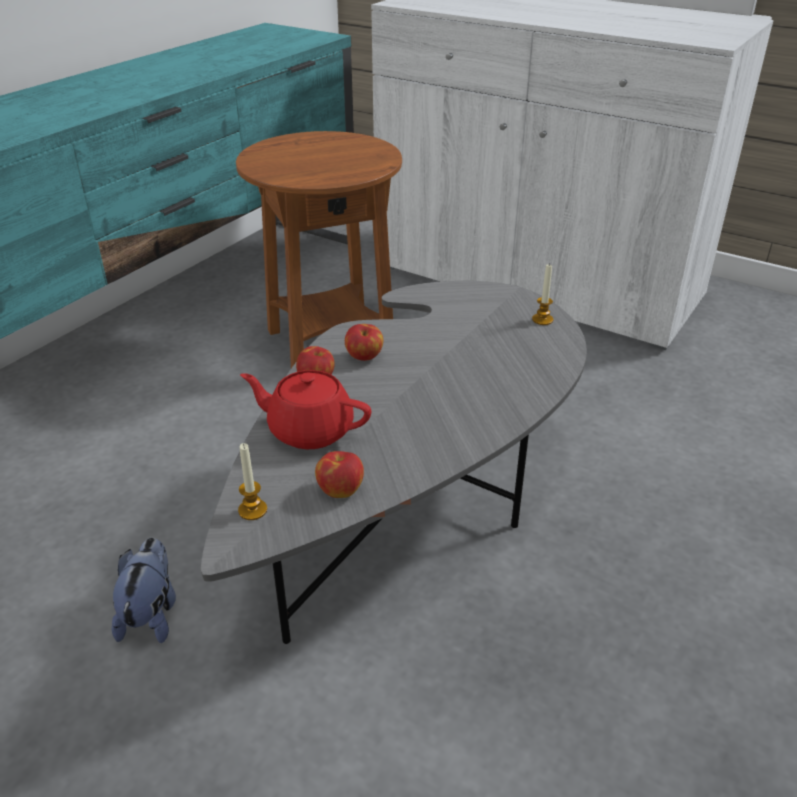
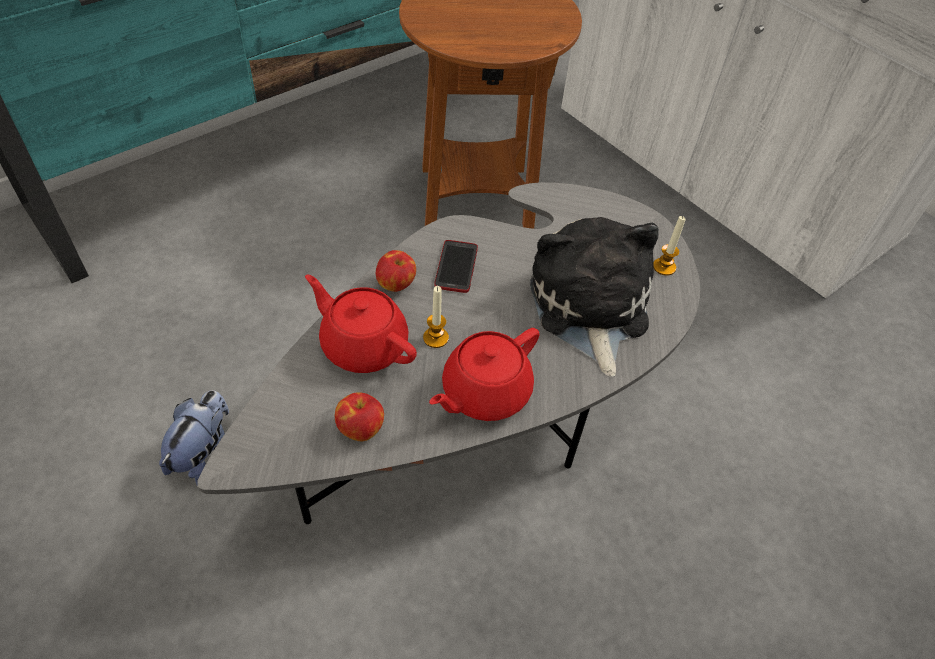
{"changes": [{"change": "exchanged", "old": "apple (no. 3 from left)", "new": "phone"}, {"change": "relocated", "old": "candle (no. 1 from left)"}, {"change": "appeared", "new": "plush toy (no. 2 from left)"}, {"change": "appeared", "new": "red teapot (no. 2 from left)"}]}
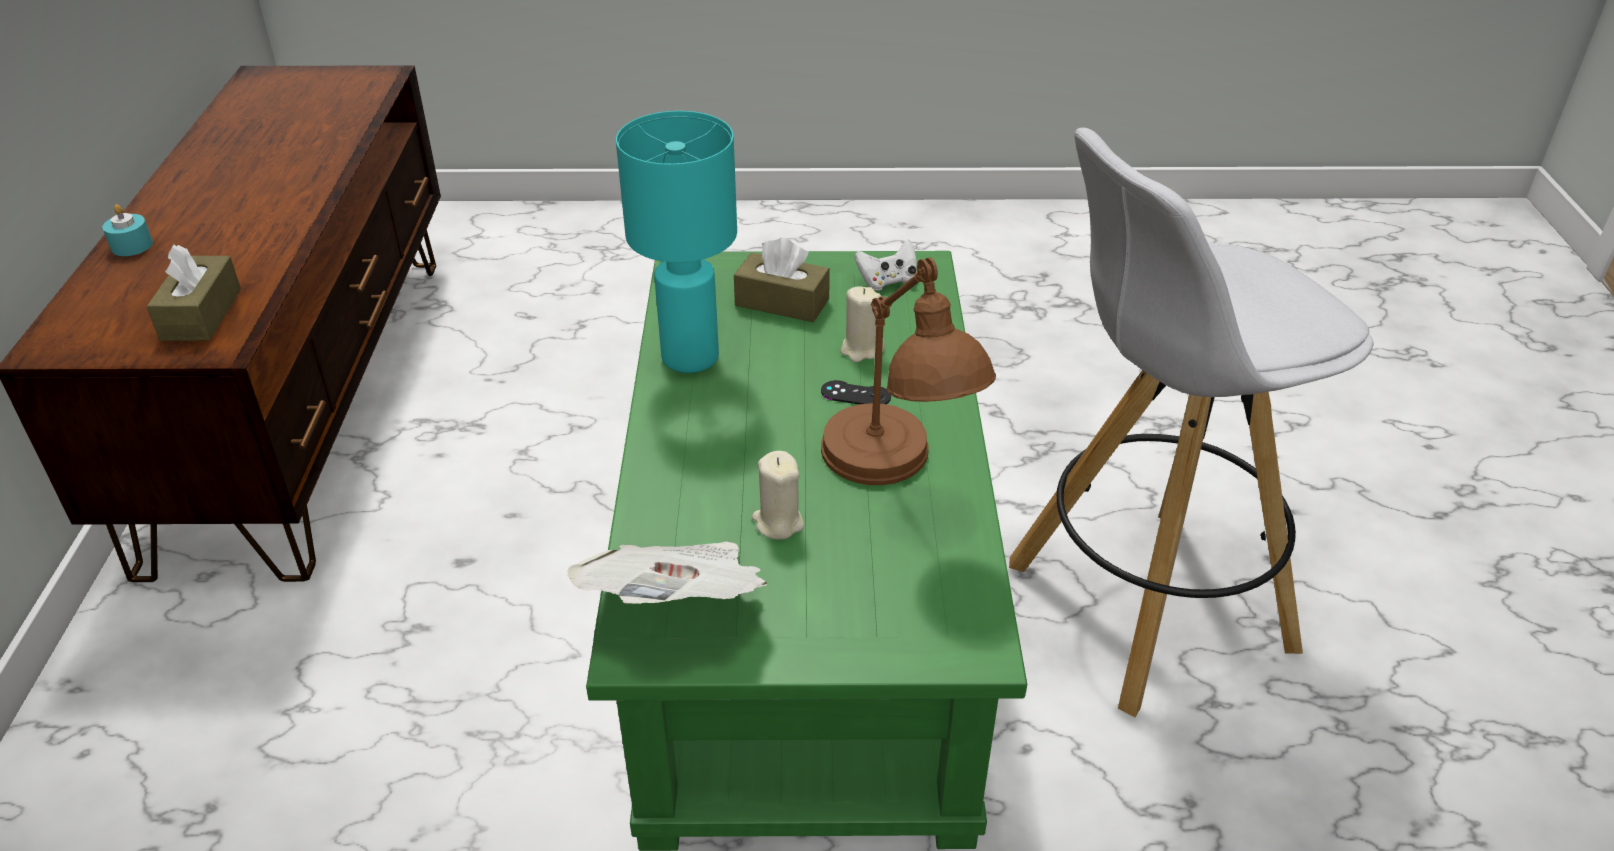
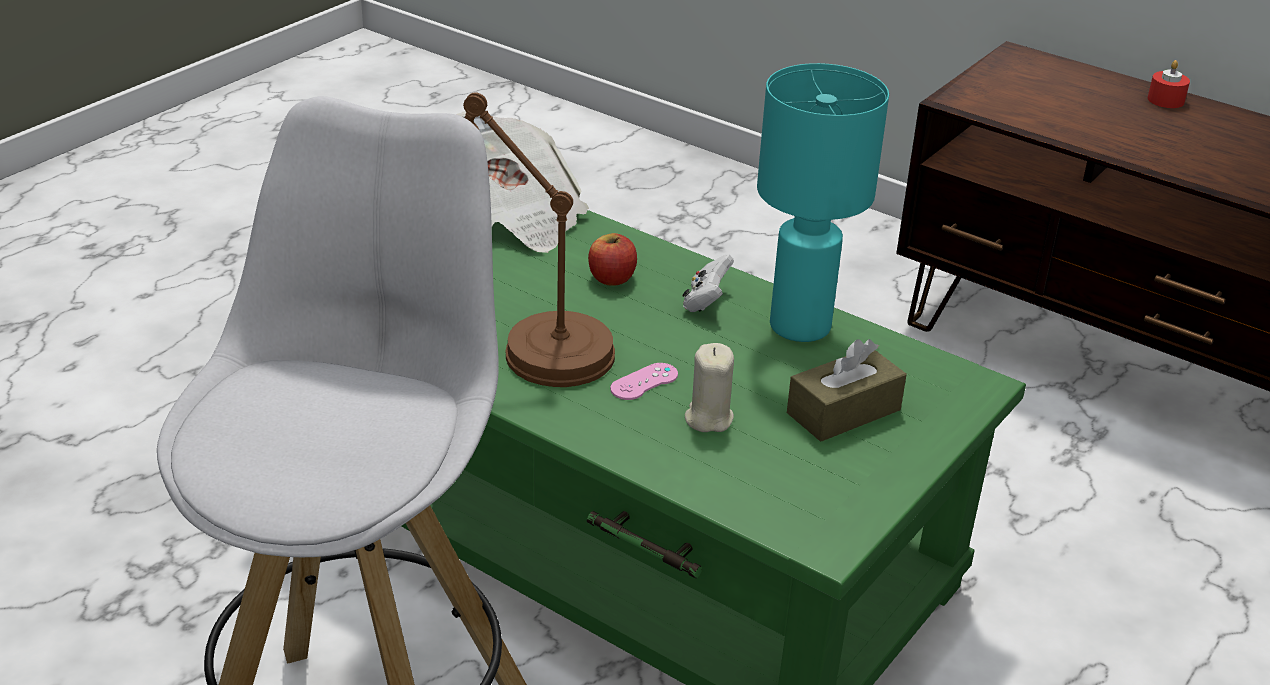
{"changes": [{"change": "colour", "old": "turquoise candle", "new": "red candle"}, {"change": "relocated", "old": "white game controller"}, {"change": "missing", "old": "brown tissue box (no. 1 from left)"}, {"change": "colour", "old": "black game controller", "new": "pink game controller"}, {"change": "missing", "old": "beige candle (no. 1 from left)"}, {"change": "appeared", "new": "apple"}]}
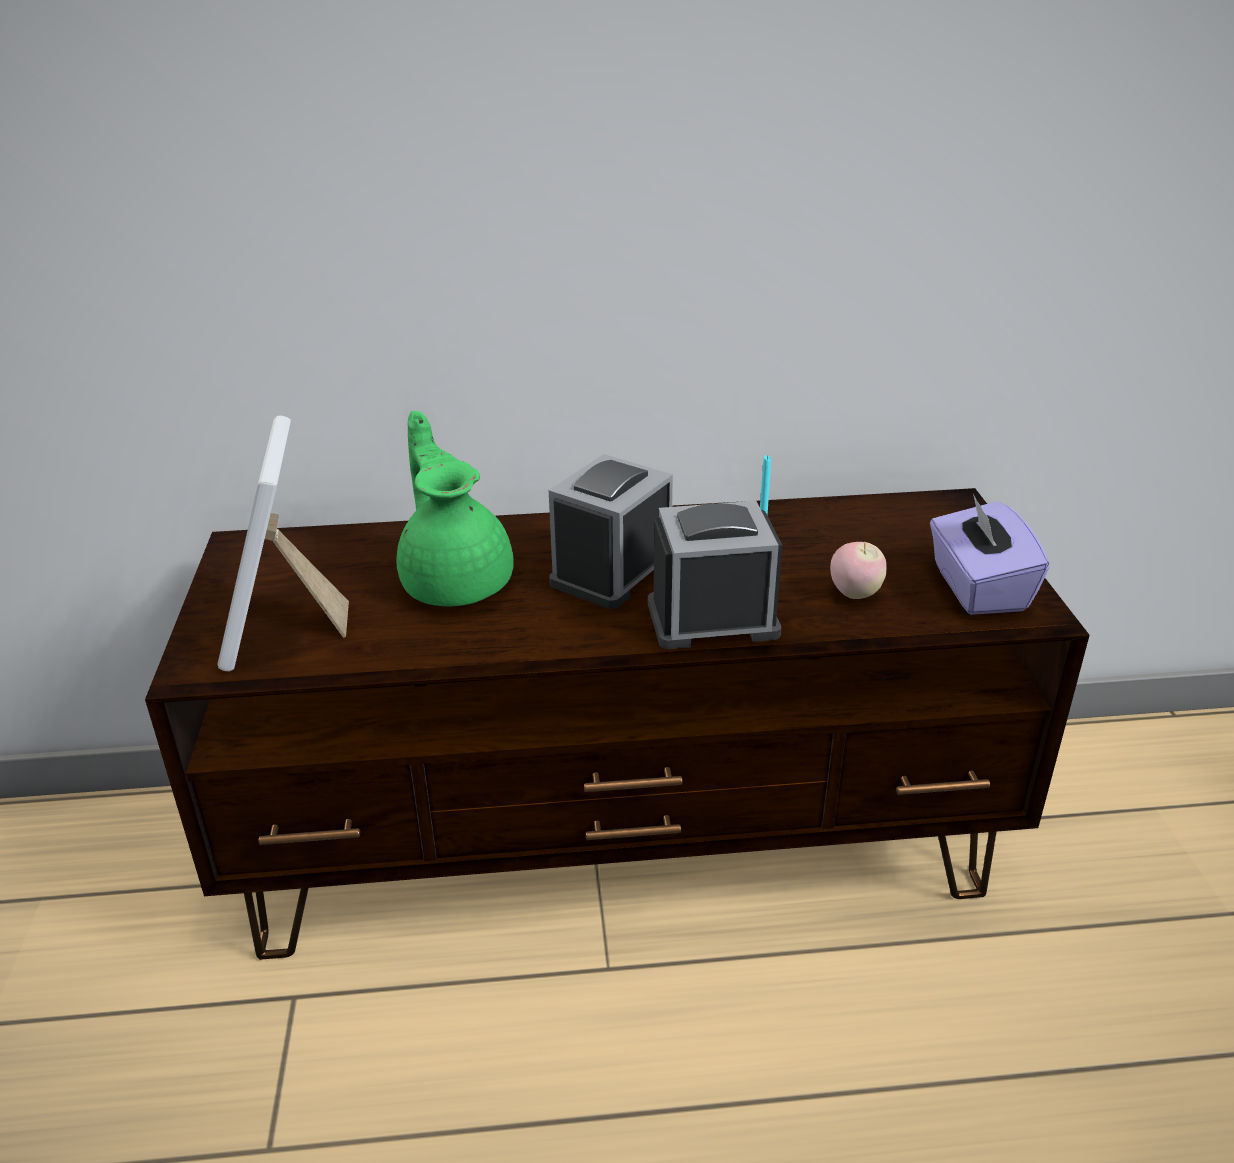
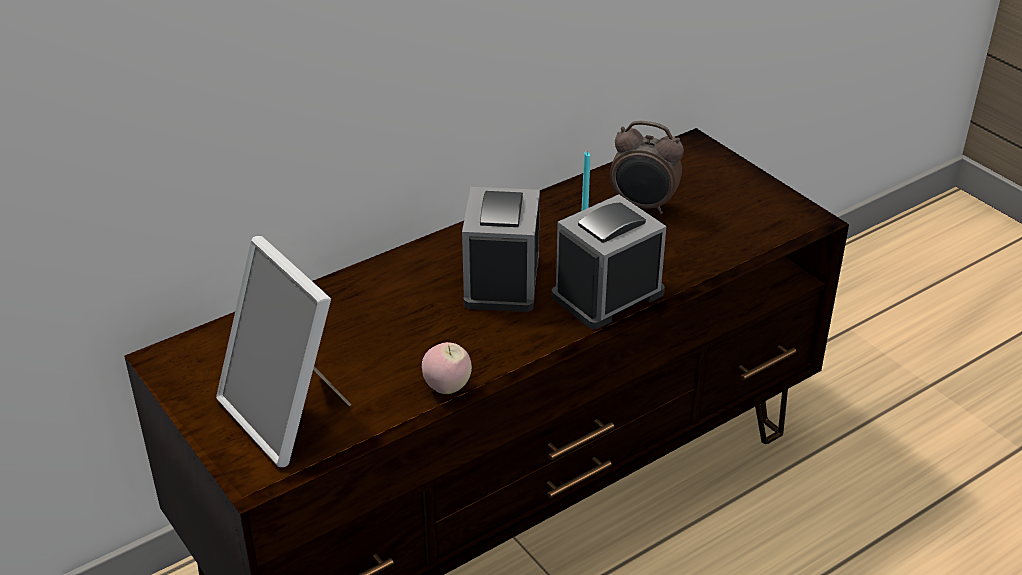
{"changes": [{"change": "missing", "old": "green teapot"}, {"change": "missing", "old": "purple tissue box"}, {"change": "relocated", "old": "apple"}, {"change": "appeared", "new": "alarm clock (no. 3 from left)"}]}
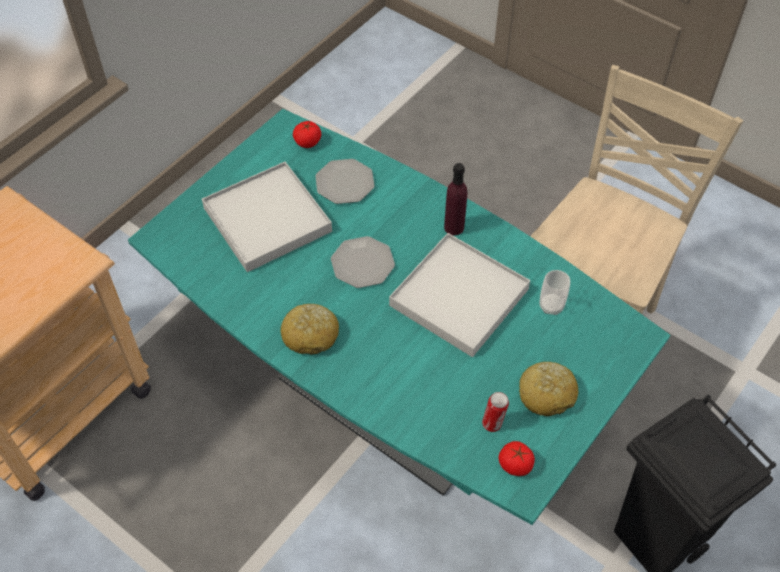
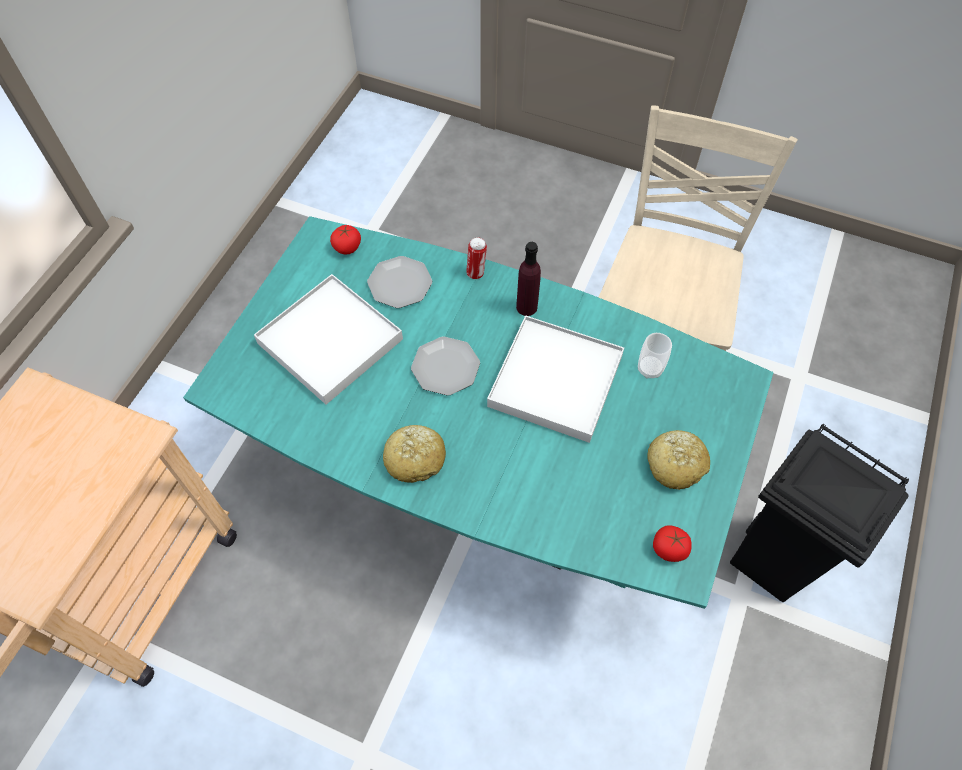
{"changes": [{"change": "relocated", "old": "can"}]}
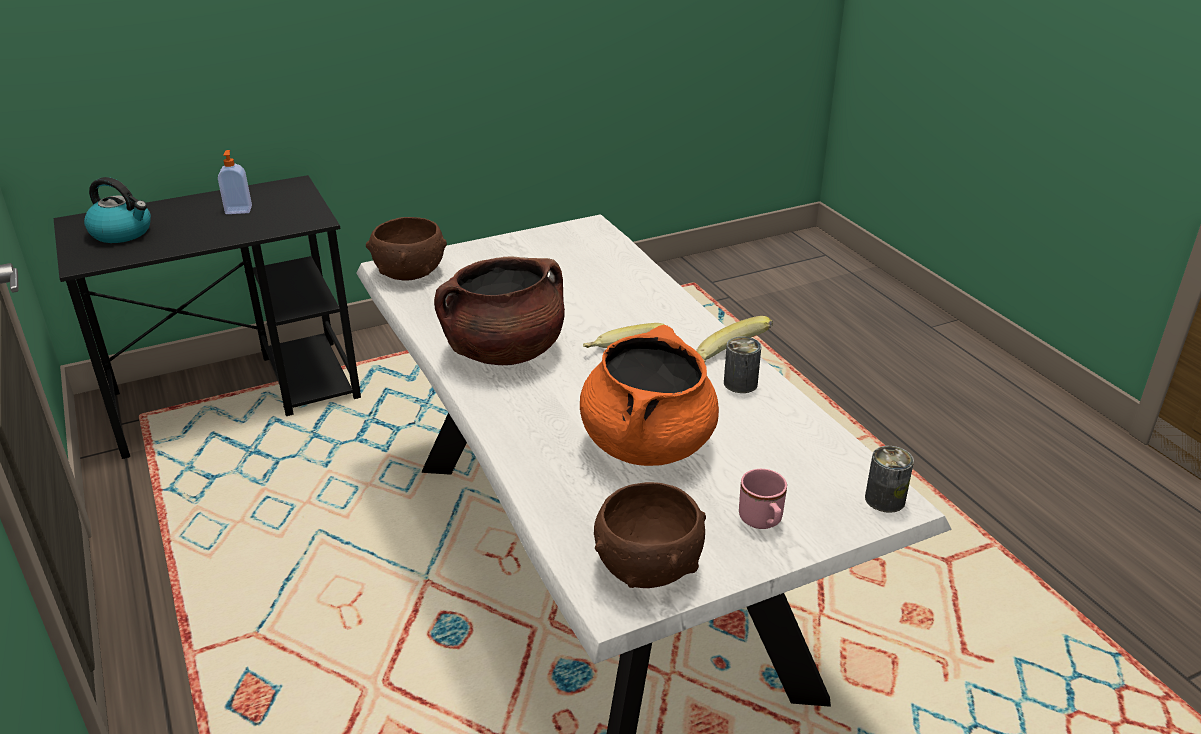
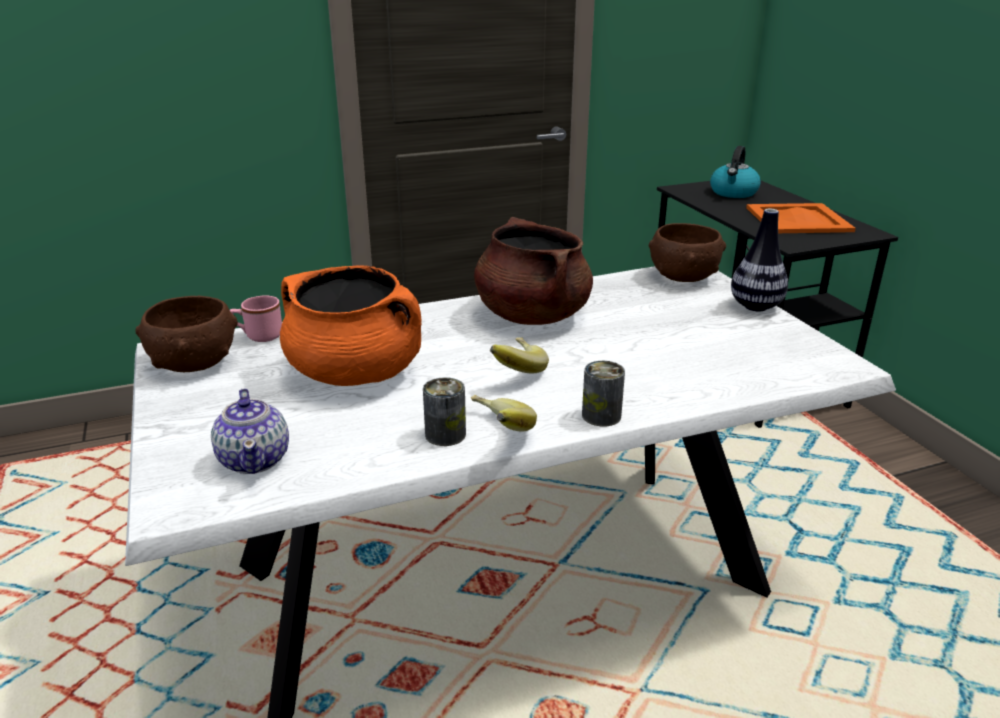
{"changes": [{"change": "exchanged", "old": "soap dispenser", "new": "orange tray"}, {"change": "relocated", "old": "can (no. 2 from left)"}, {"change": "relocated", "old": "pink mug"}, {"change": "appeared", "new": "vase"}, {"change": "appeared", "new": "teapot"}]}
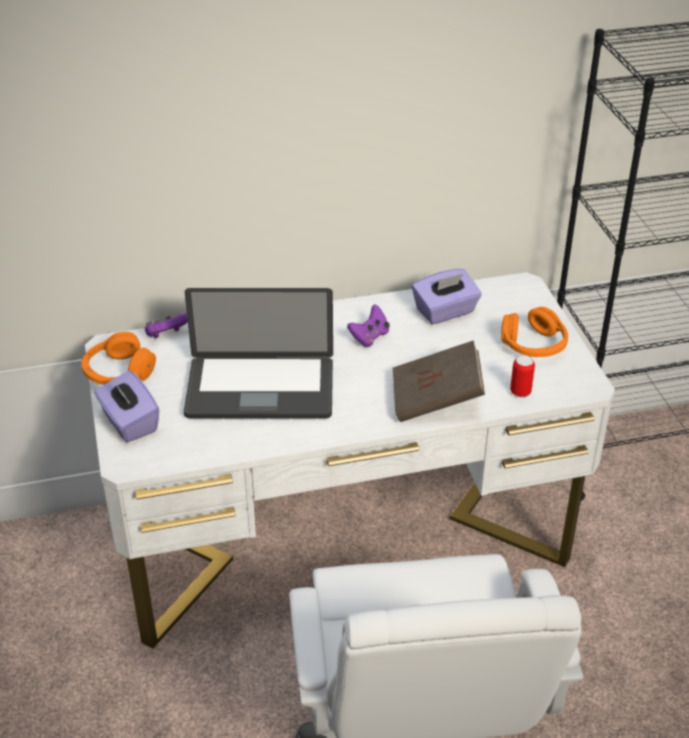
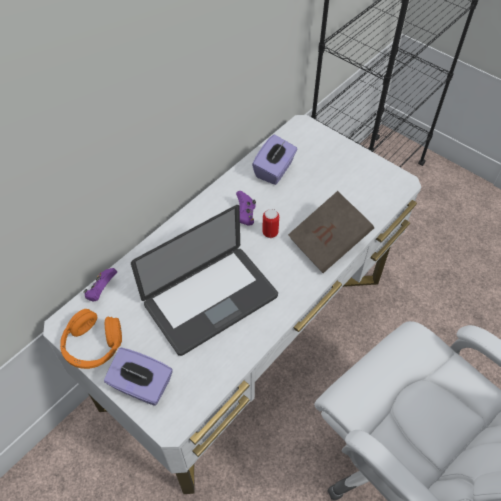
{"changes": [{"change": "missing", "old": "orange headphones (no. 2 from left)"}, {"change": "relocated", "old": "can"}]}
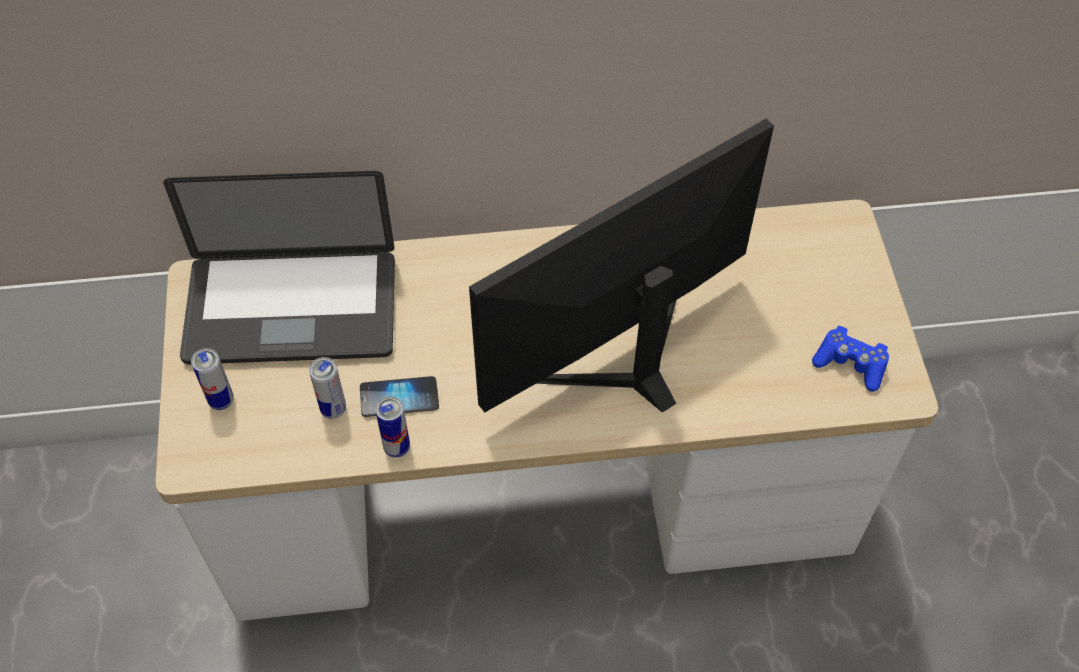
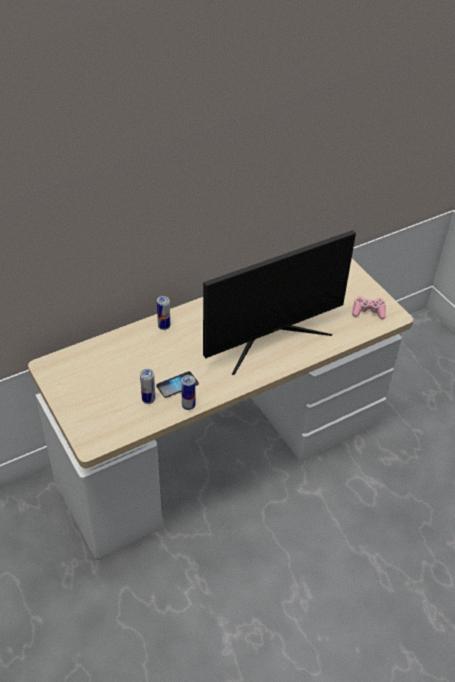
{"changes": [{"change": "spun", "old": "monitor", "degrees": -150}, {"change": "missing", "old": "laptop"}, {"change": "colour", "old": "blue game controller", "new": "pink game controller"}, {"change": "relocated", "old": "can (no. 1 from left in the first image)", "new": "can (no. 2 from left)"}]}
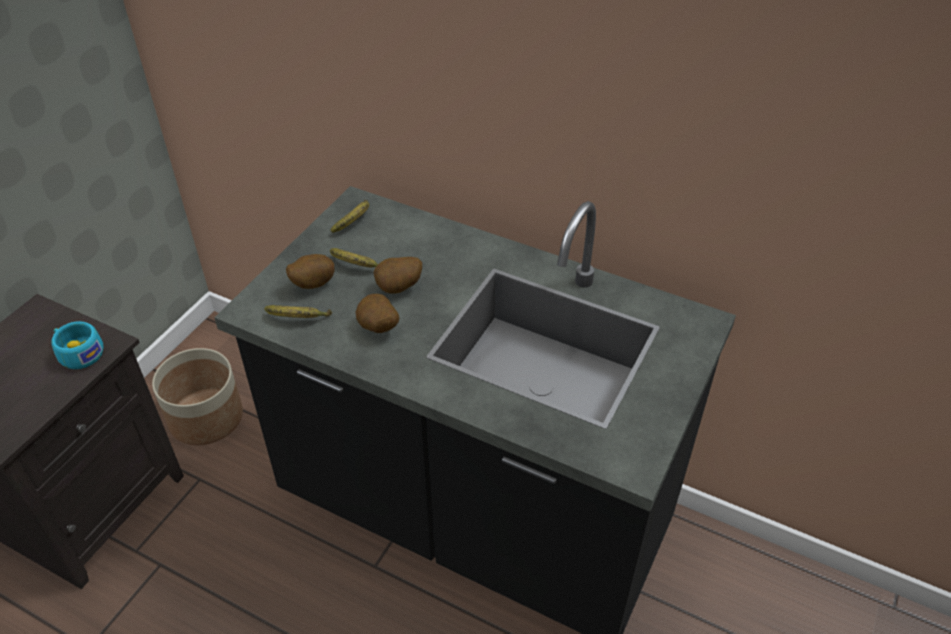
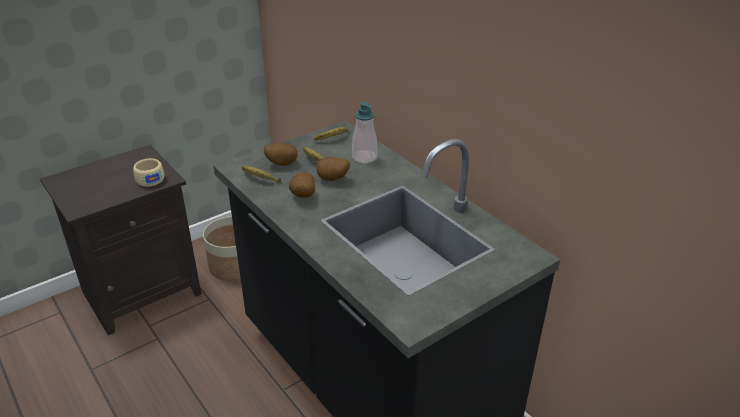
{"changes": [{"change": "colour", "old": "turquoise cup", "new": "beige cup"}, {"change": "appeared", "new": "soap dispenser"}]}
